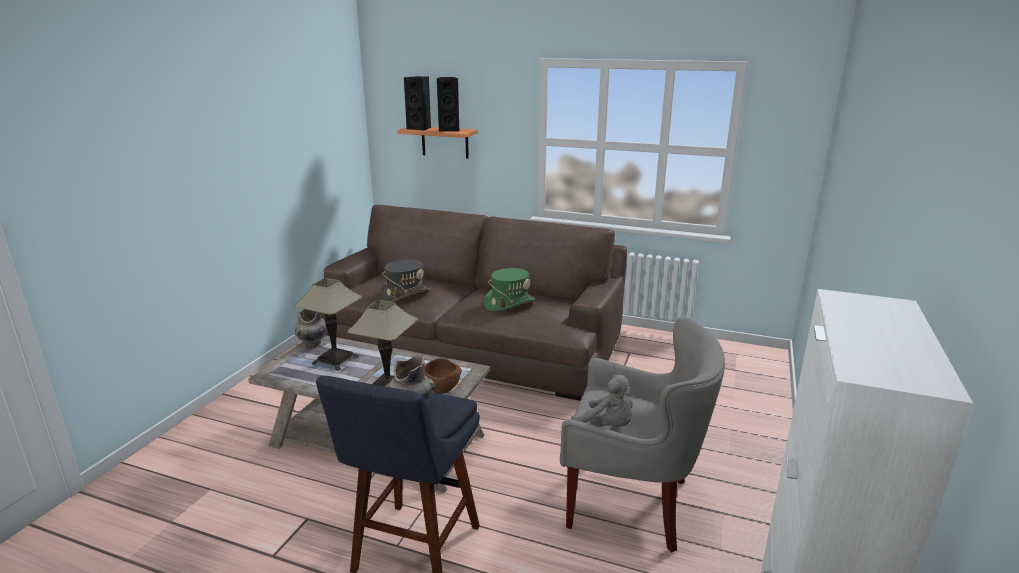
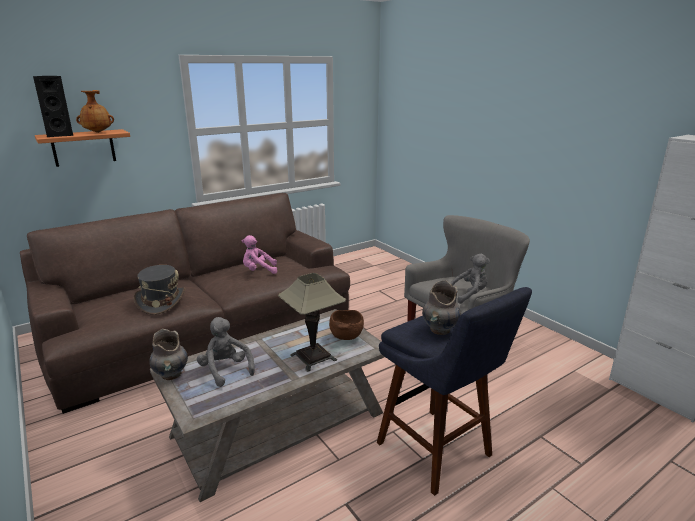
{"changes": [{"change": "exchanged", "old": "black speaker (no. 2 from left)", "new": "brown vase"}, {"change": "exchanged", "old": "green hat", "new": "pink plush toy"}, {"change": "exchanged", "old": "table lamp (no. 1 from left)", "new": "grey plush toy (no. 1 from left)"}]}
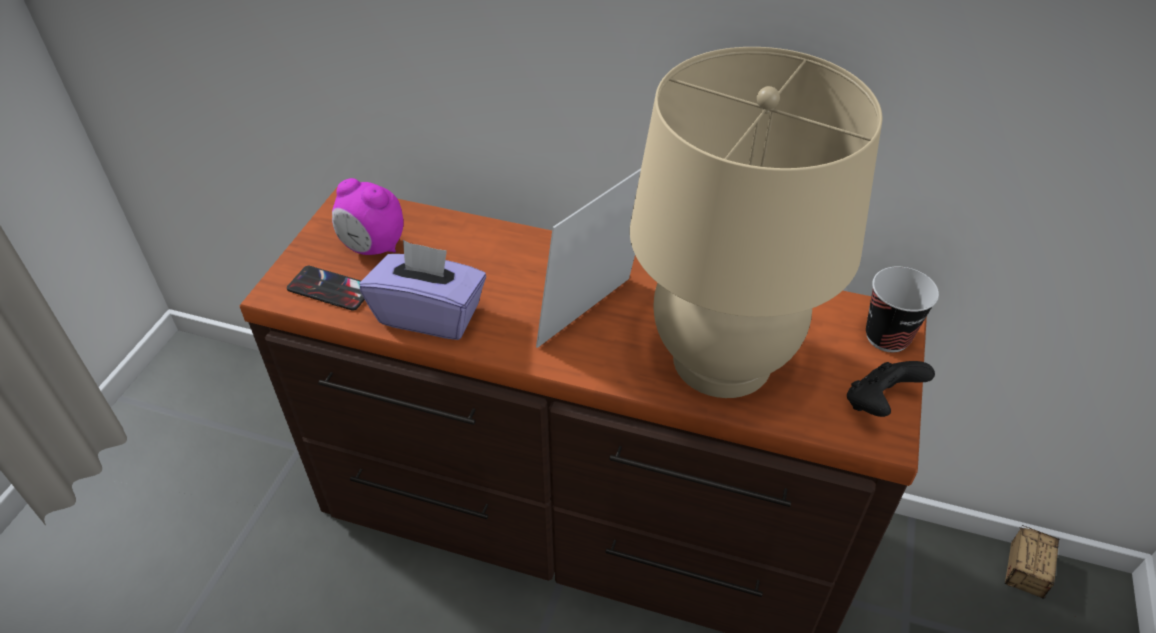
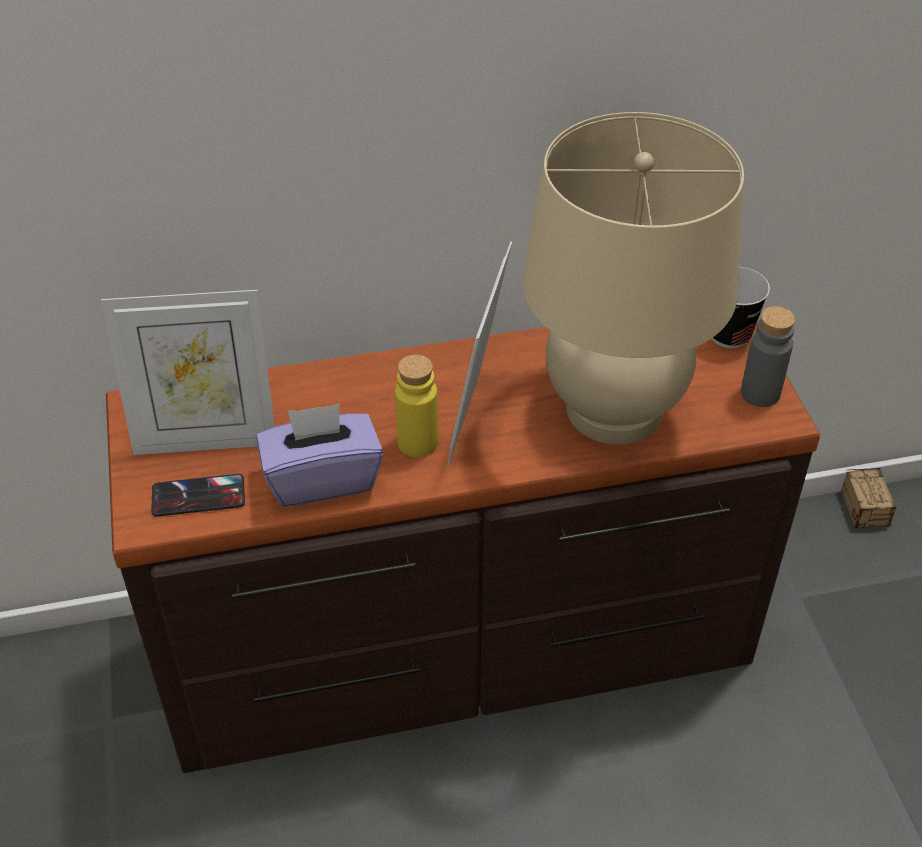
{"changes": [{"change": "exchanged", "old": "alarm clock", "new": "picture frame (no. 1 from left)"}, {"change": "exchanged", "old": "black game controller", "new": "grey bottle"}, {"change": "appeared", "new": "yellow bottle"}]}
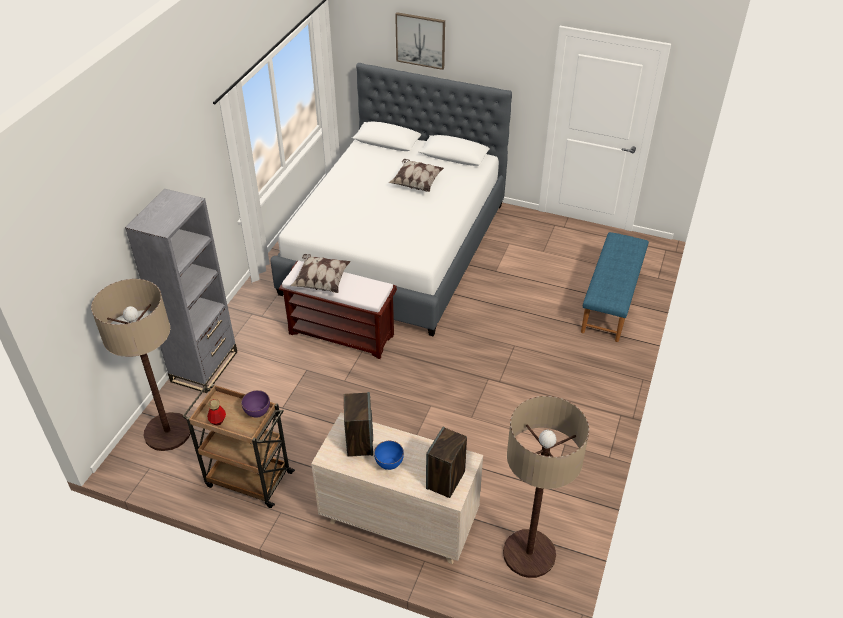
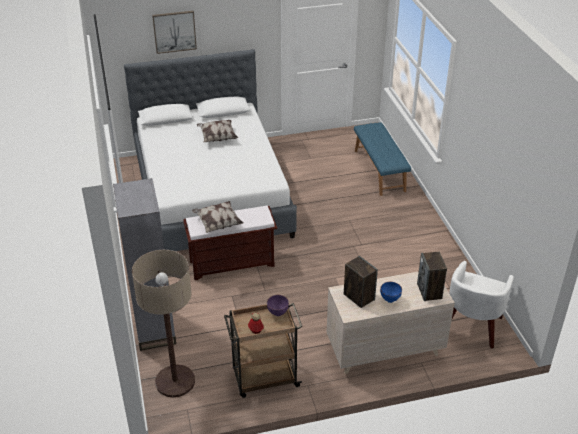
{"changes": [{"change": "exchanged", "old": "floor lamp (no. 2 from left)", "new": "white armchair"}]}
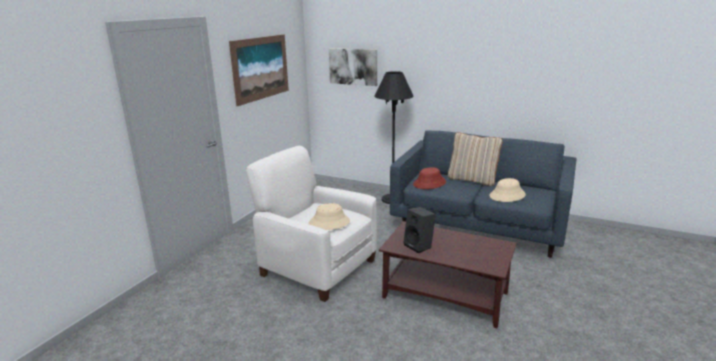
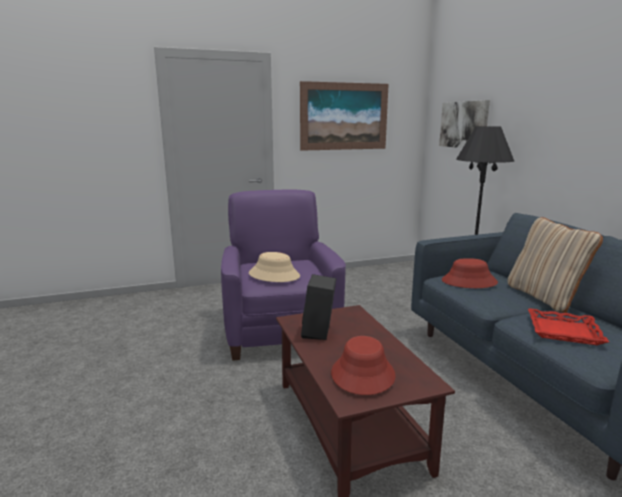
{"changes": [{"change": "colour", "old": "white armchair", "new": "purple armchair"}, {"change": "exchanged", "old": "beige hat (no. 2 from left)", "new": "red tray"}, {"change": "appeared", "new": "red hat (no. 1 from left)"}]}
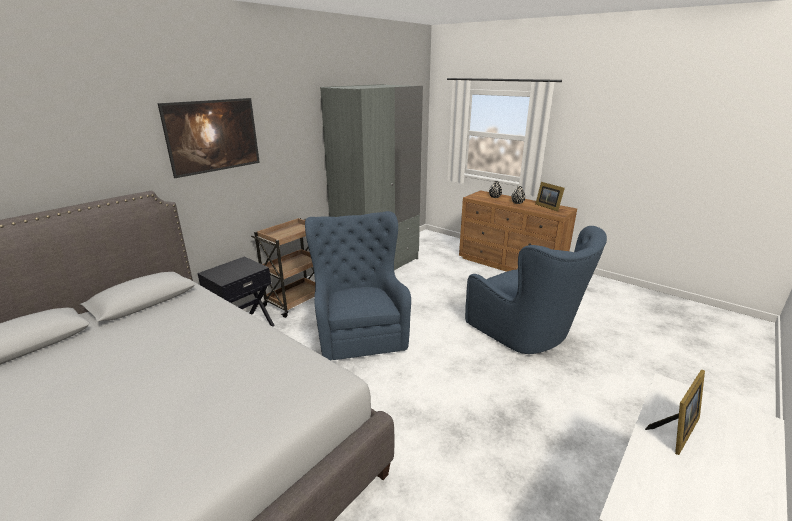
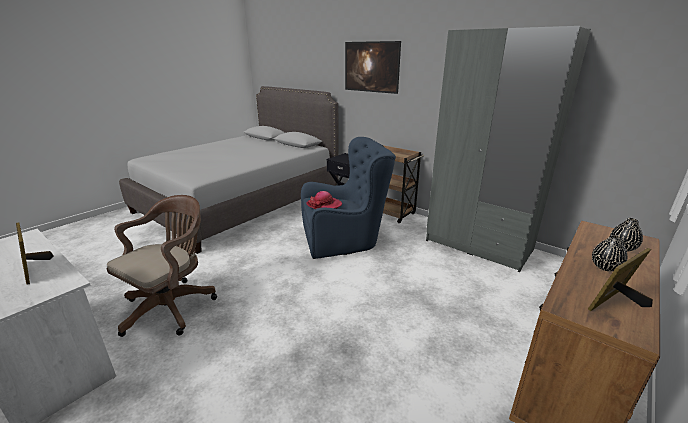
{"changes": [{"change": "missing", "old": "blue armchair (no. 2 from left)"}, {"change": "appeared", "new": "hat"}, {"change": "appeared", "new": "brown office chair"}]}
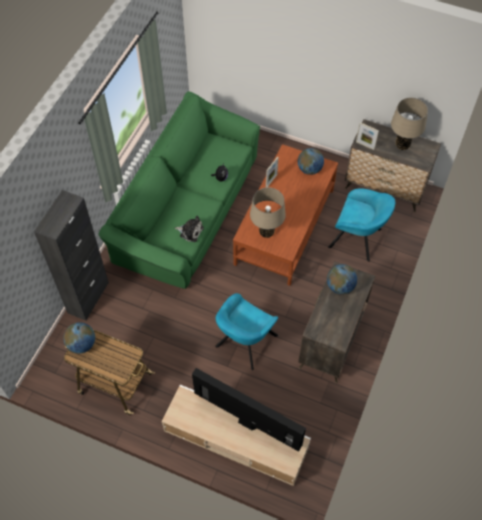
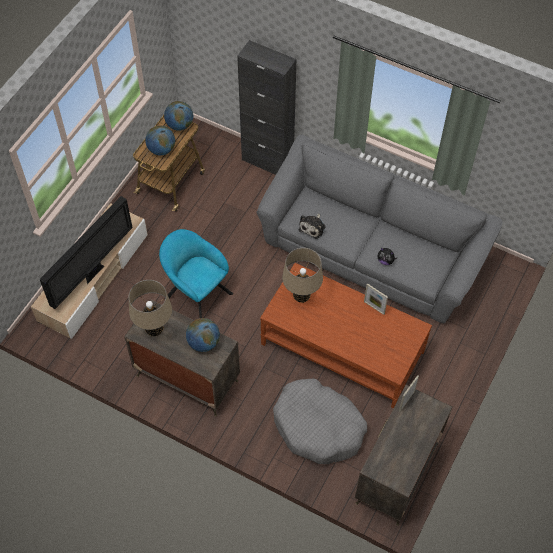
{"changes": [{"change": "colour", "old": "green sofa", "new": "grey sofa"}, {"change": "relocated", "old": "beige table lamp (no. 2 from left in the first image)", "new": "beige table lamp (no. 1 from left)"}, {"change": "relocated", "old": "globe (no. 2 from left in the first image)", "new": "globe (no. 1 from left)"}, {"change": "exchanged", "old": "turquoise armchair (no. 2 from left)", "new": "grey dog bed"}]}
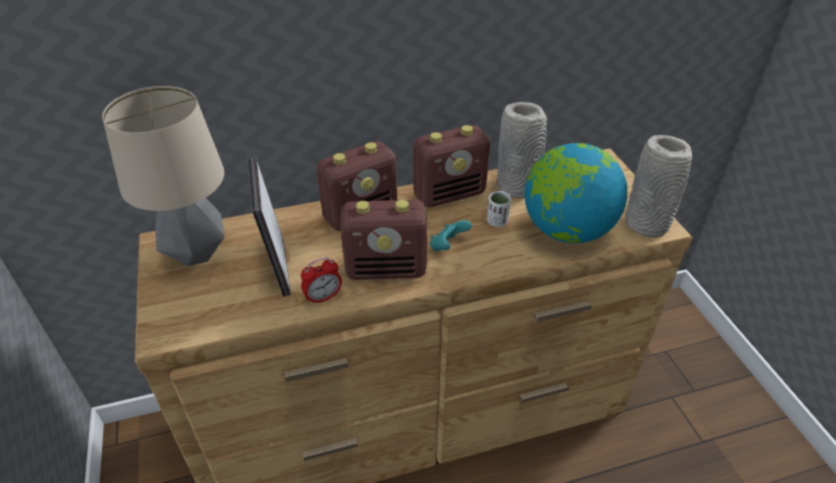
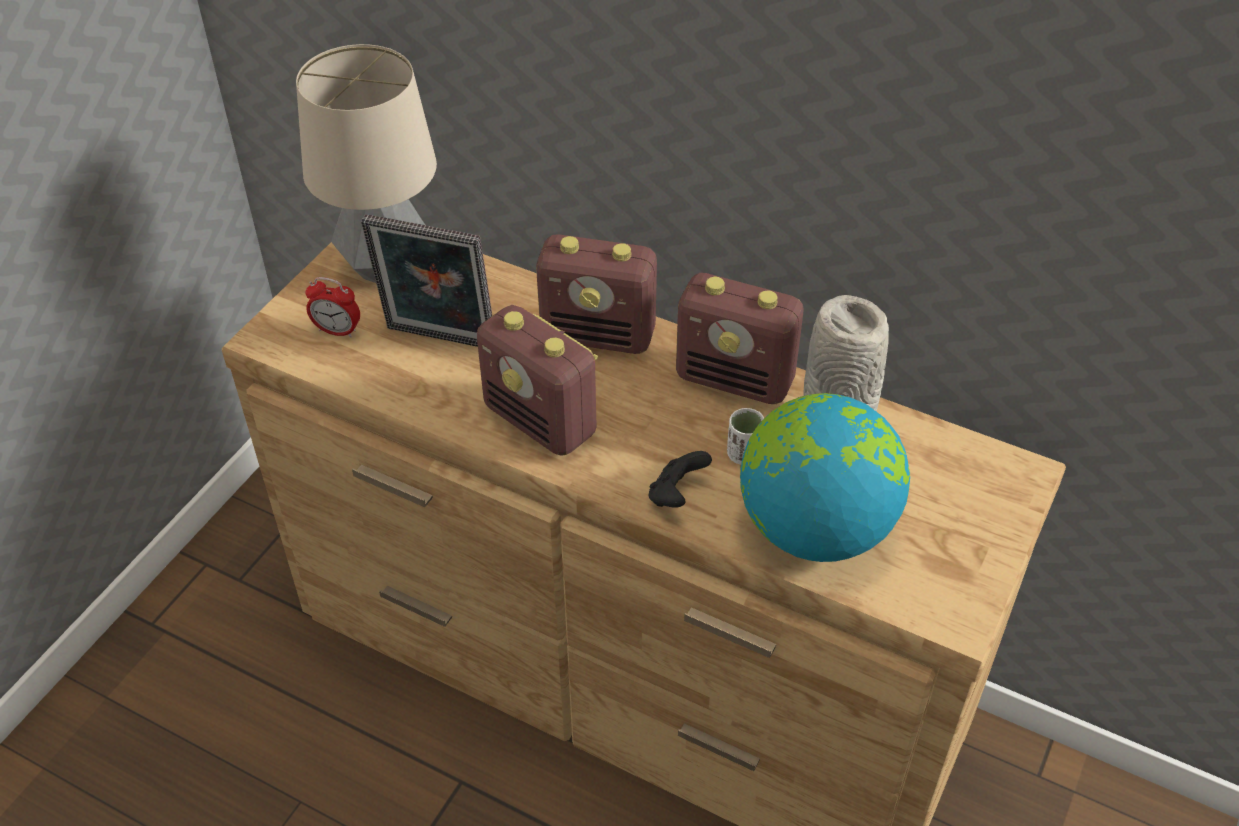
{"changes": [{"change": "missing", "old": "grey vase (no. 2 from left)"}, {"change": "spun", "old": "picture frame", "degrees": -105}, {"change": "missing", "old": "turquoise game controller"}, {"change": "relocated", "old": "alarm clock"}, {"change": "appeared", "new": "black game controller"}]}
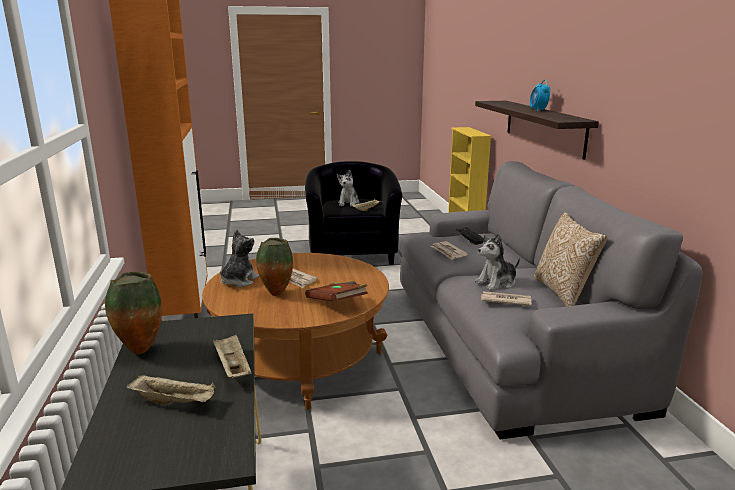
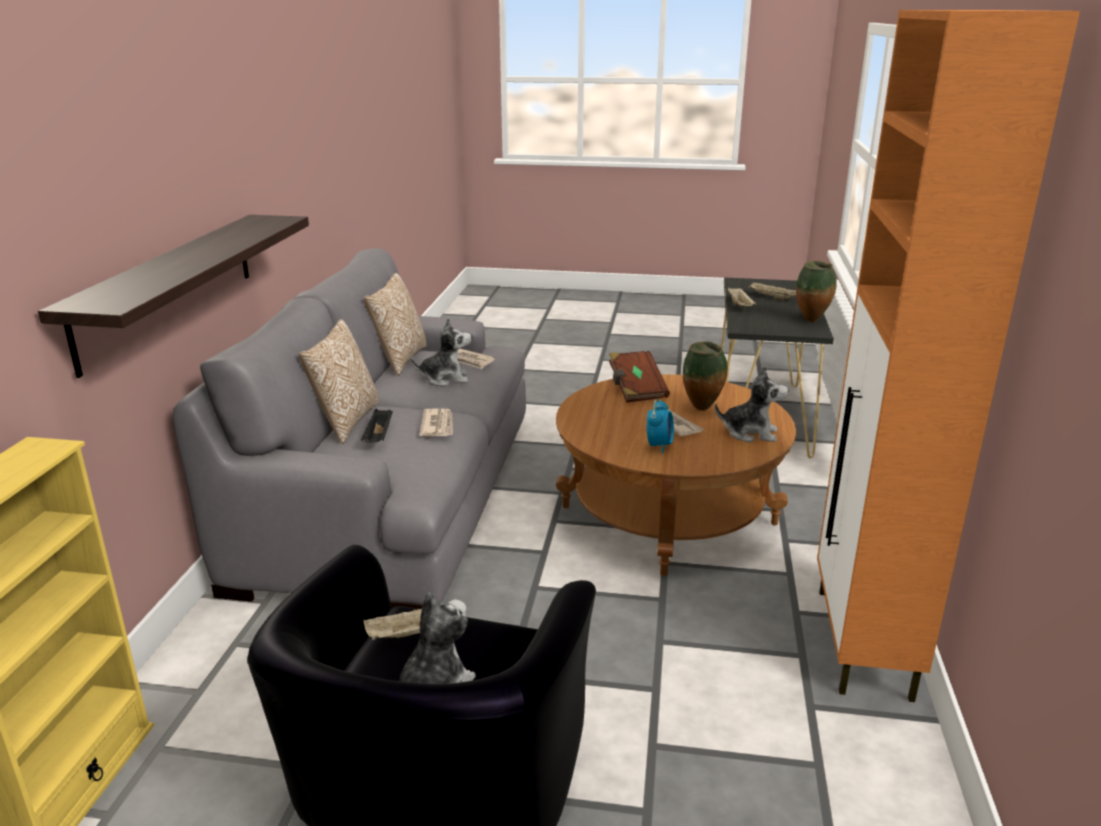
{"changes": [{"change": "relocated", "old": "alarm clock"}, {"change": "spun", "old": "plush toy (no. 1 from left in the first image)", "degrees": -120}, {"change": "appeared", "new": "pillow (no. 1 from left)"}]}
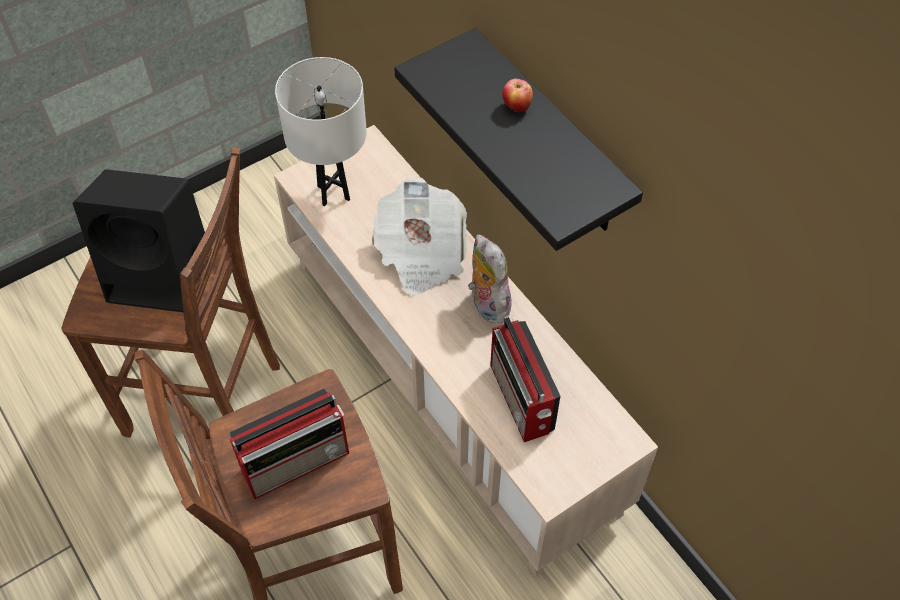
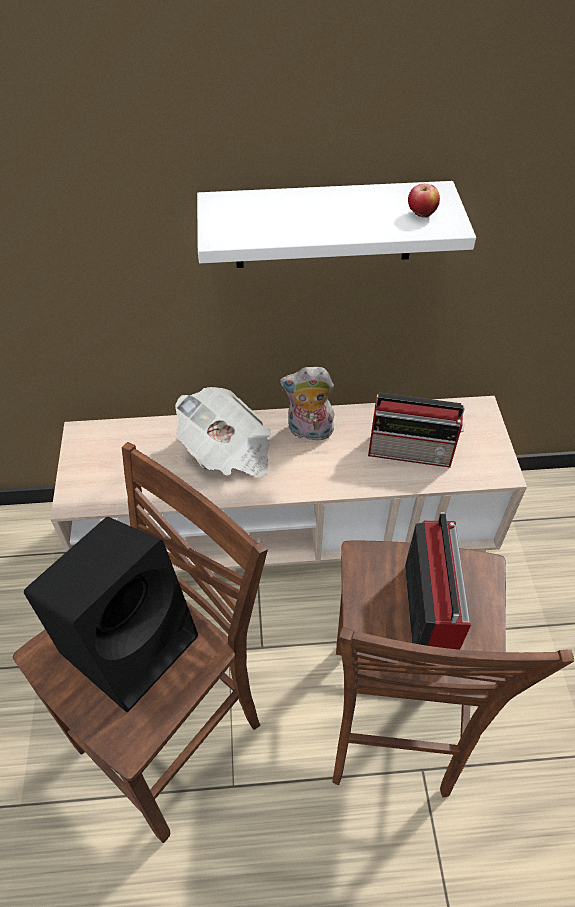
{"changes": [{"change": "colour", "old": "black shelf", "new": "white shelf"}, {"change": "missing", "old": "white table lamp"}, {"change": "relocated", "old": "apple"}]}
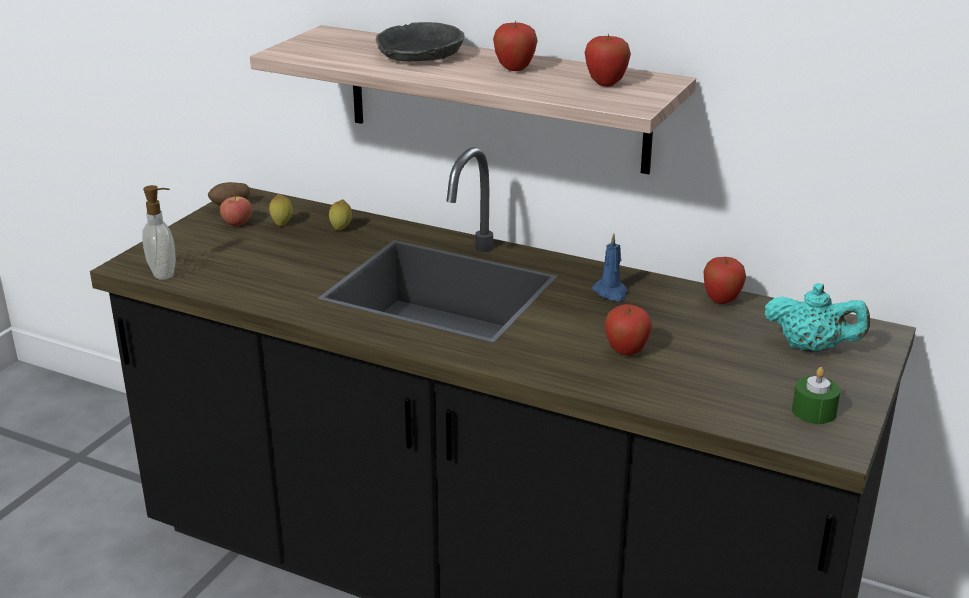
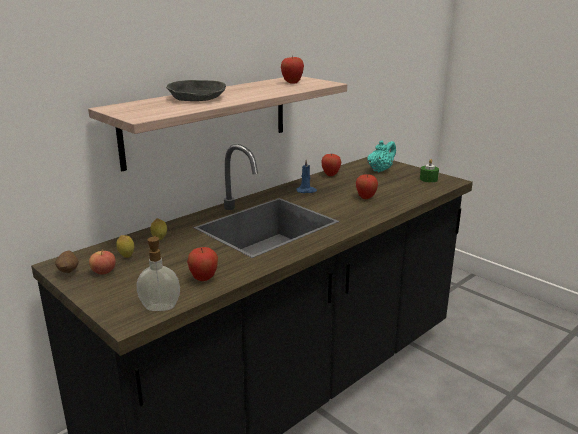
{"changes": [{"change": "relocated", "old": "apple (no. 2 from left)"}]}
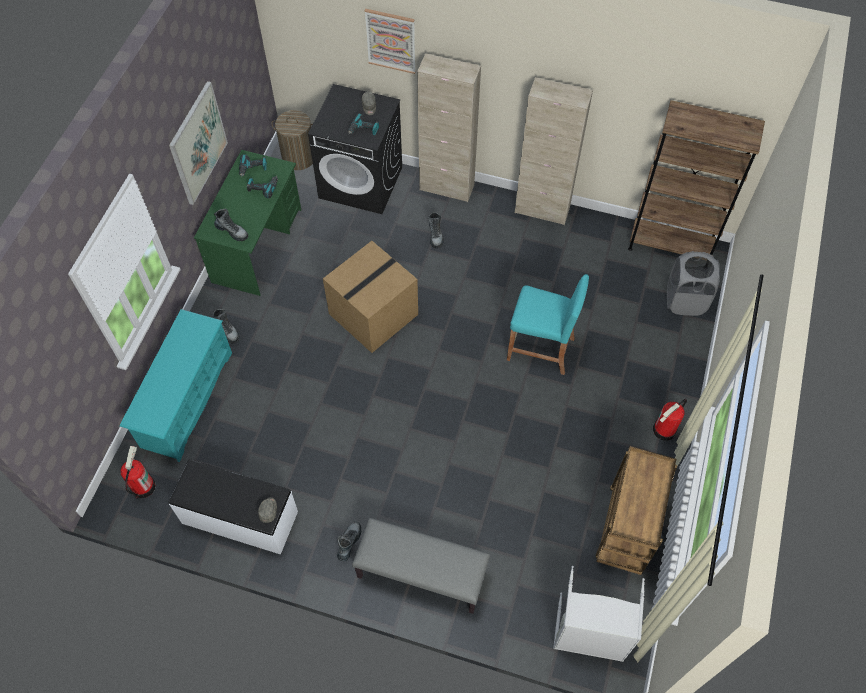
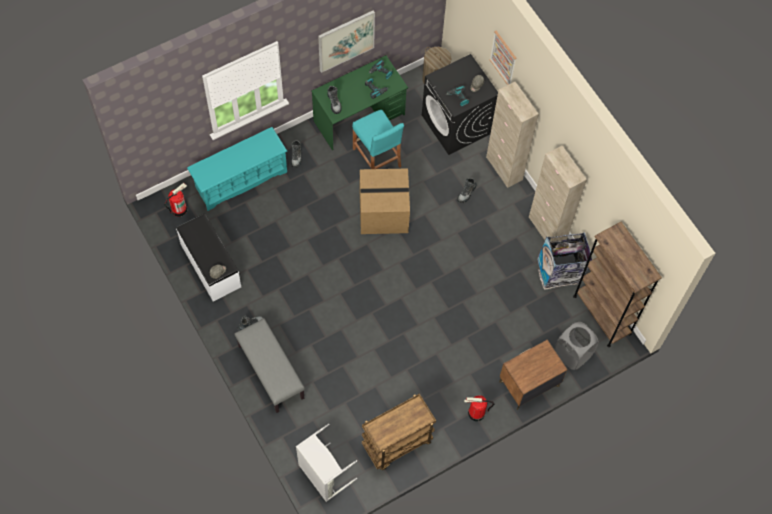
{"changes": [{"change": "relocated", "old": "turquoise stool"}, {"change": "appeared", "new": "trash can"}, {"change": "appeared", "new": "brown nightstand"}]}
